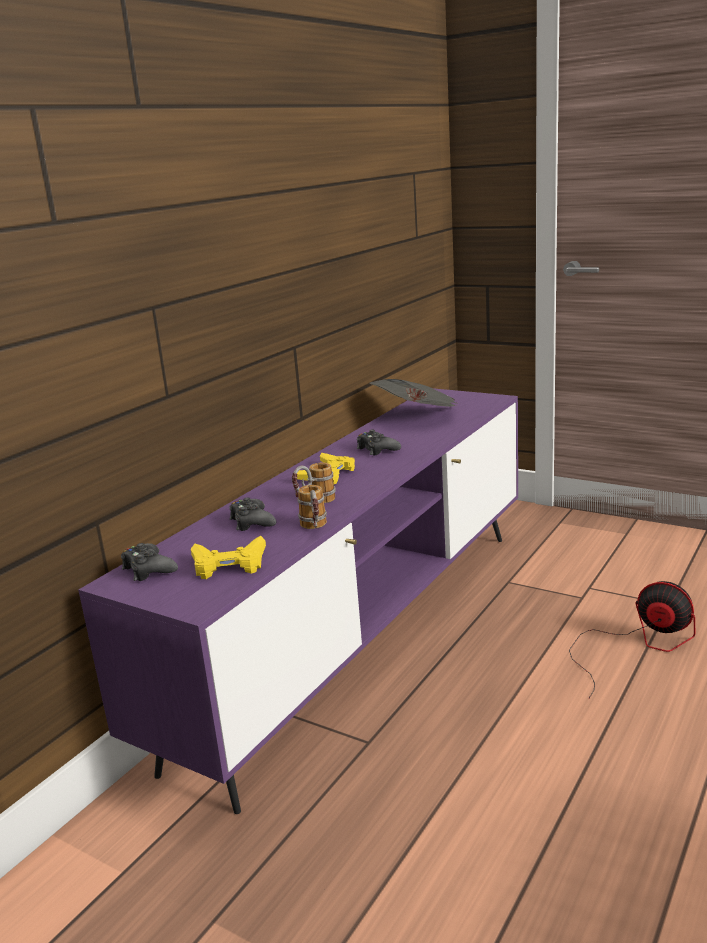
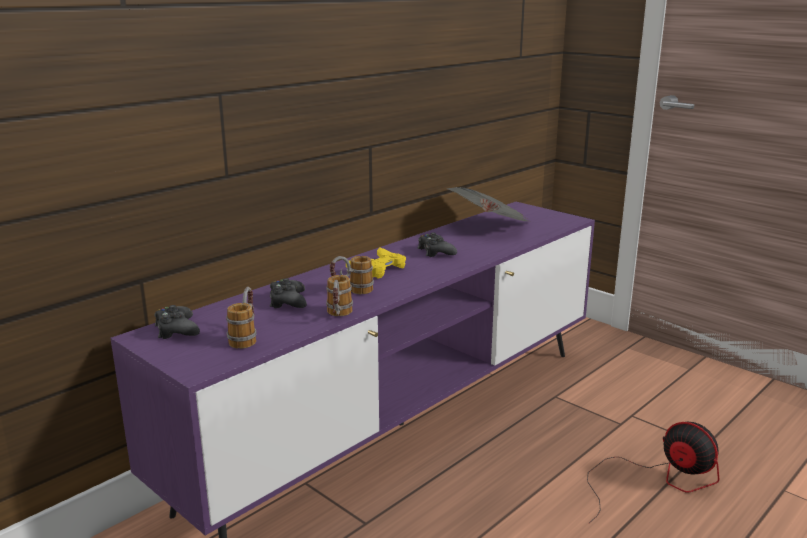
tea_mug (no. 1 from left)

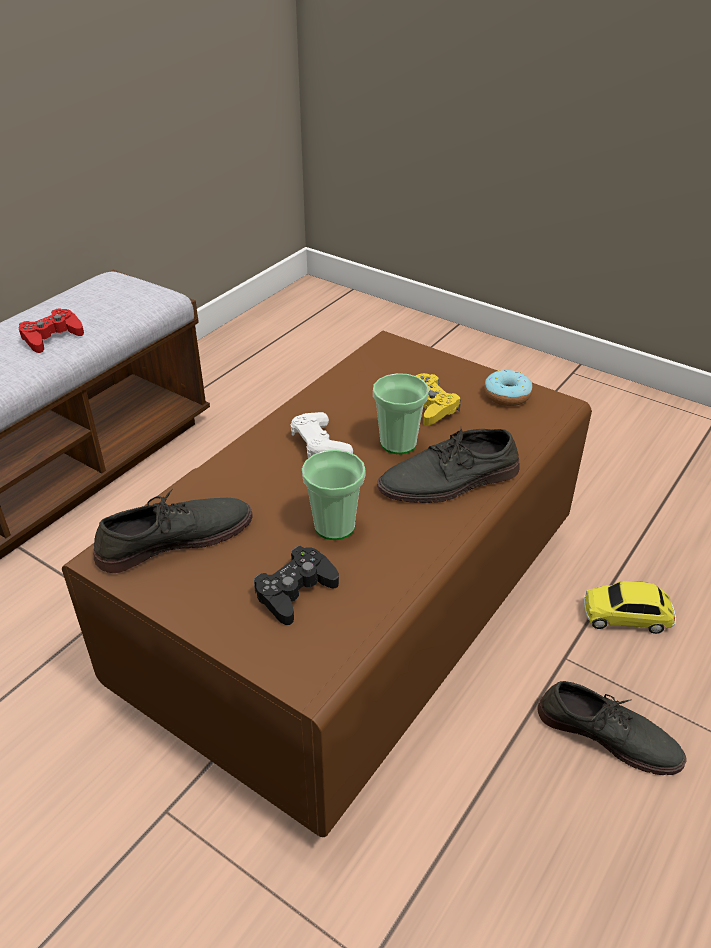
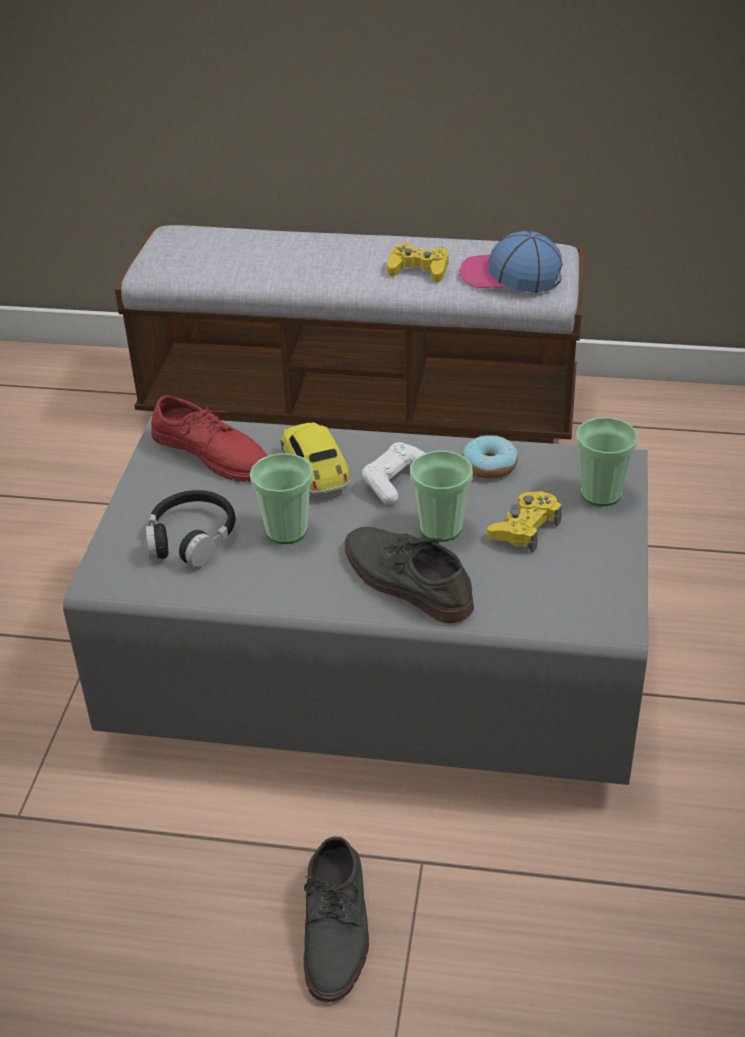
greyish_lounge_table
black-coloured_headset
red-coloured_low_shoe
model_car
yellow-coloured_gamepad (no. 1 from left)
cap
doughnut
cup (no. 3 from left)

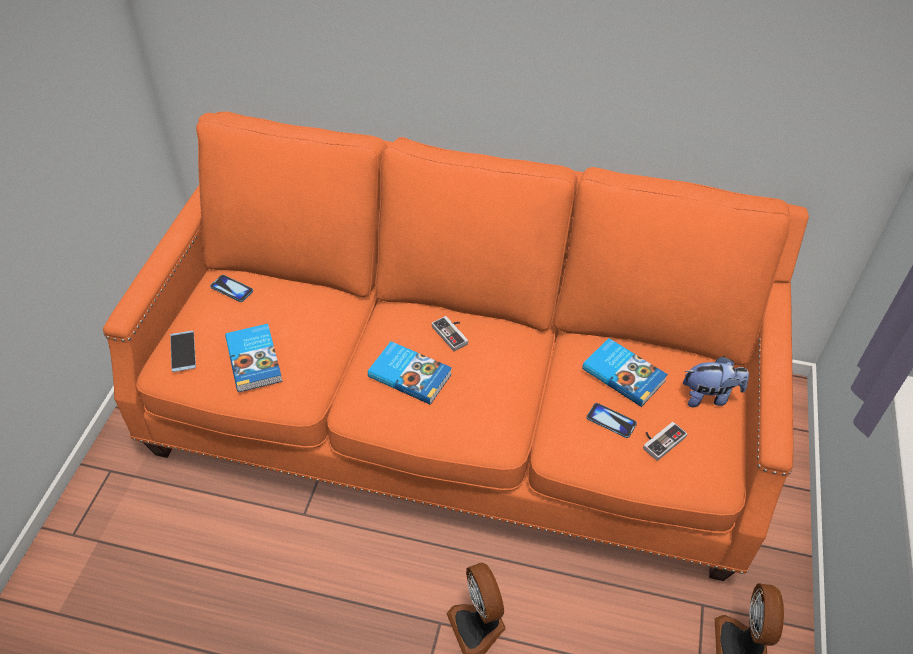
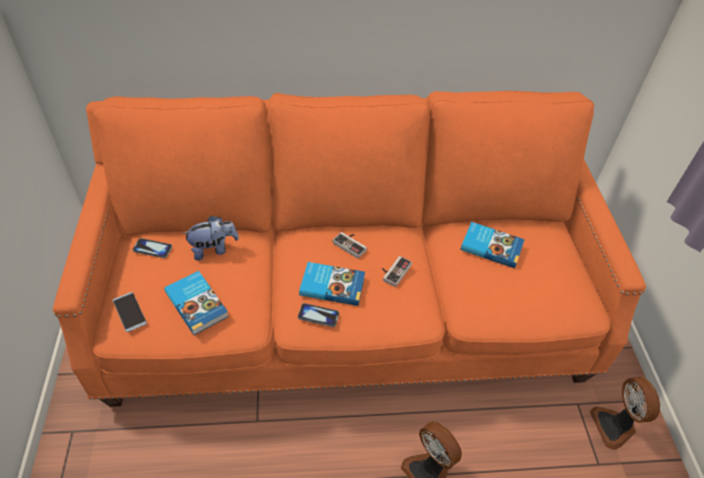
cuddly_toy
phone (no. 3 from left)
gamepad (no. 2 from left)

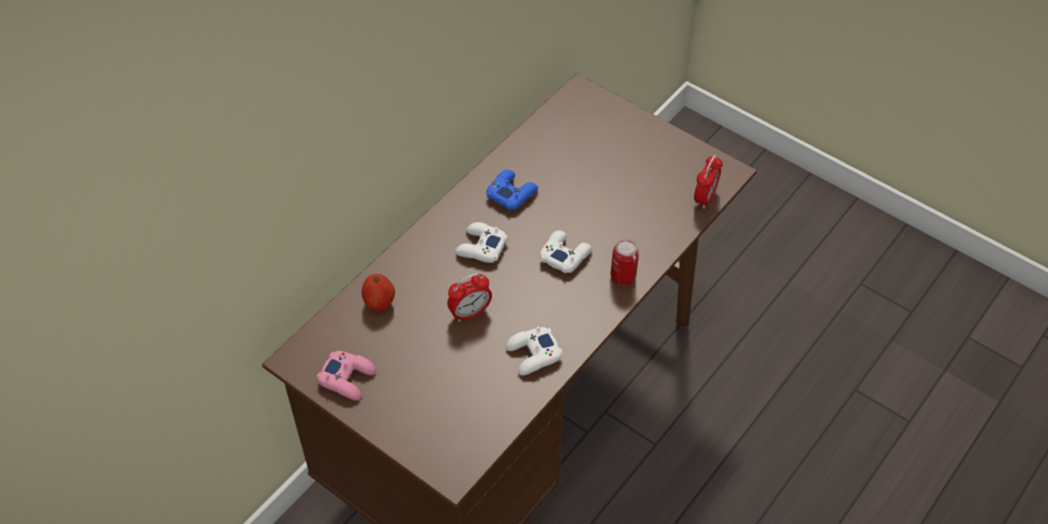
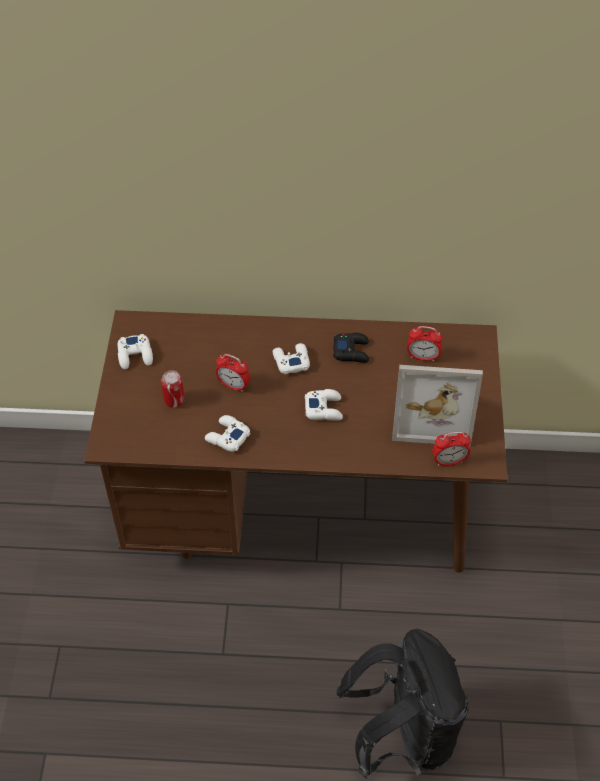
white-coloured_gamepad (no. 1 from left)
can
black-coloured_gamepad
black-coloured_backpack
picture_frame
bedside_clock (no. 2 from left)
whole_apple

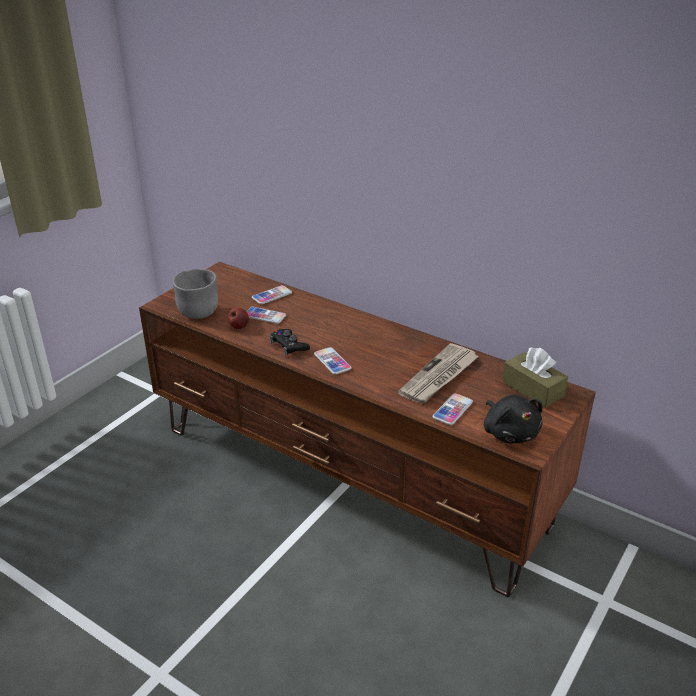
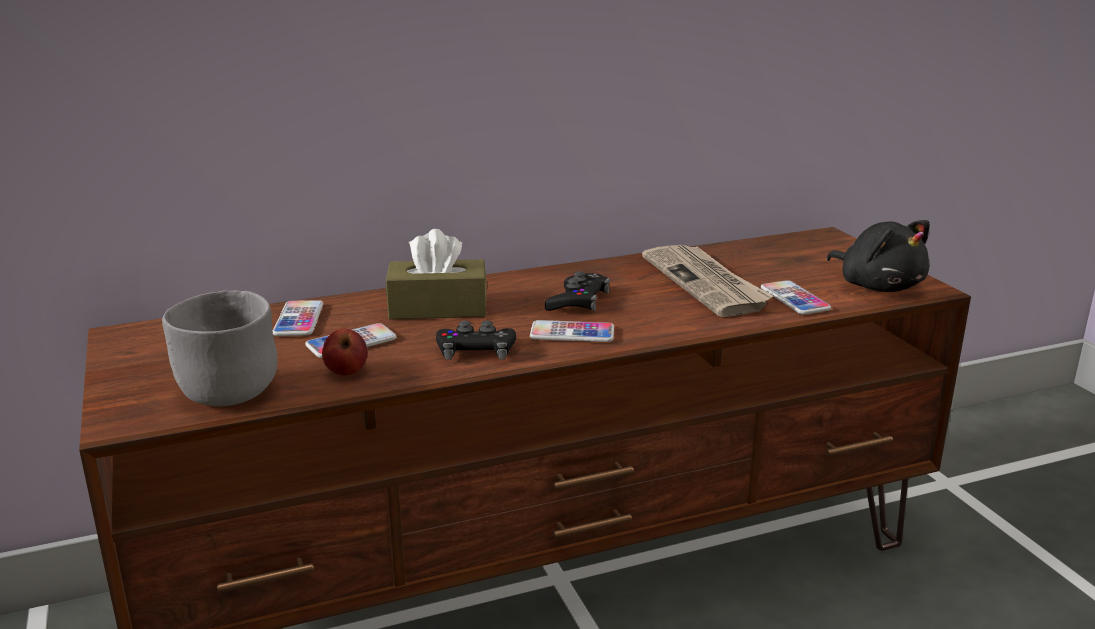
brown_tissue_holder
black-coloured_gamepad (no. 2 from left)
black-coloured_cuddly_toy

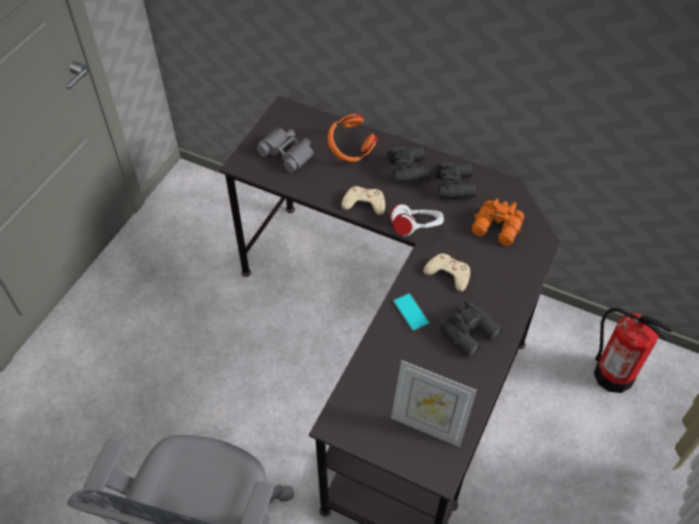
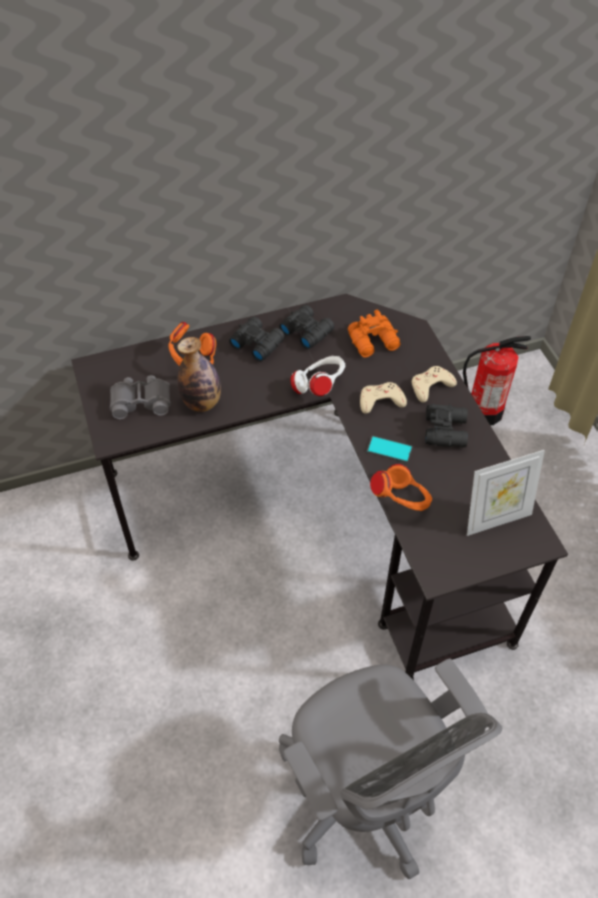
bottle
orange-coloured_headset (no. 2 from left)
beige-coloured_gamepad (no. 2 from left)

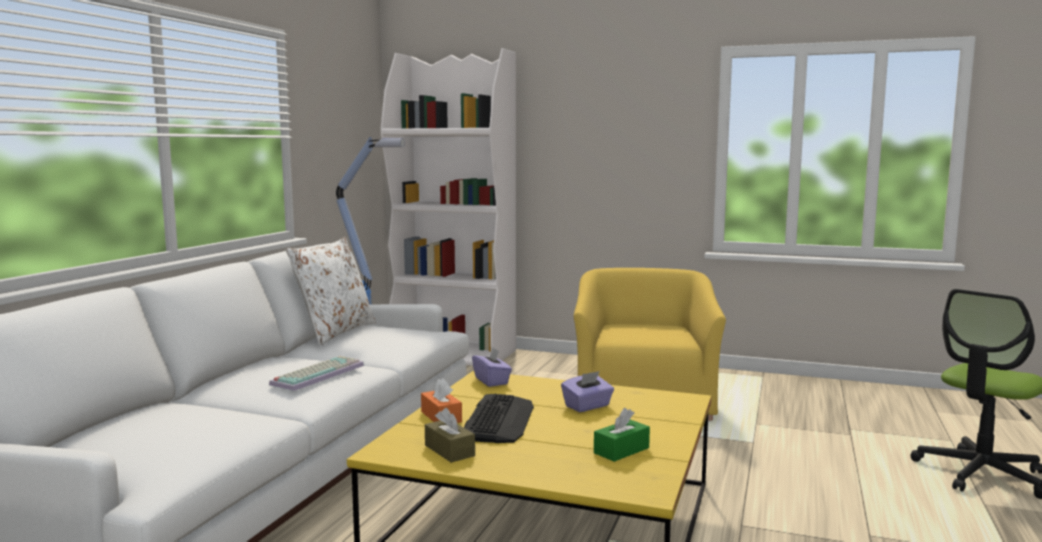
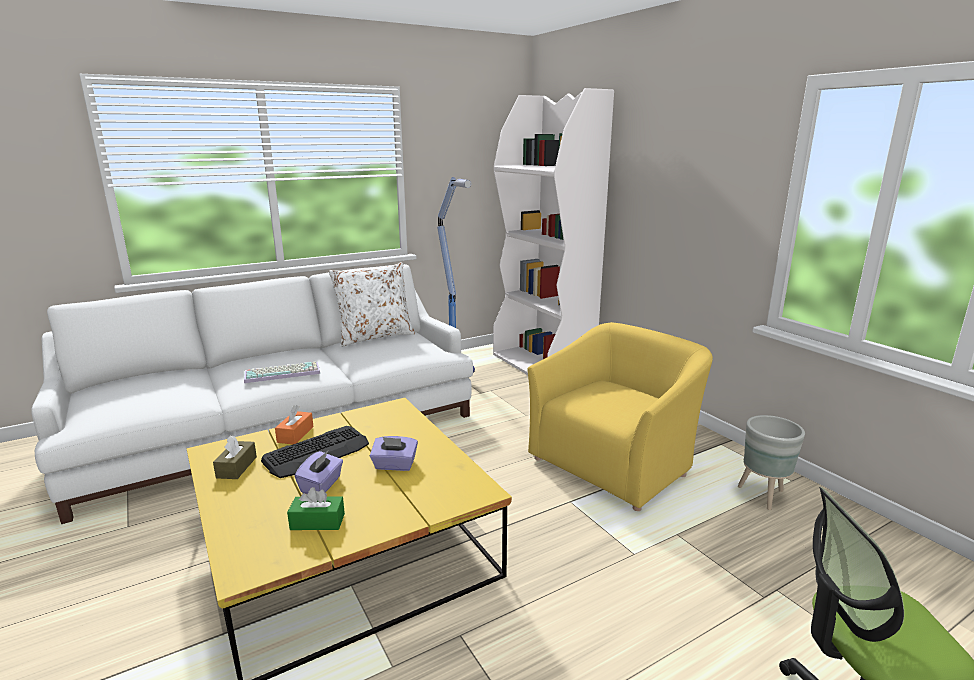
purple-coloured_tissue_holder (no. 1 from left)
greyish_flower_pot

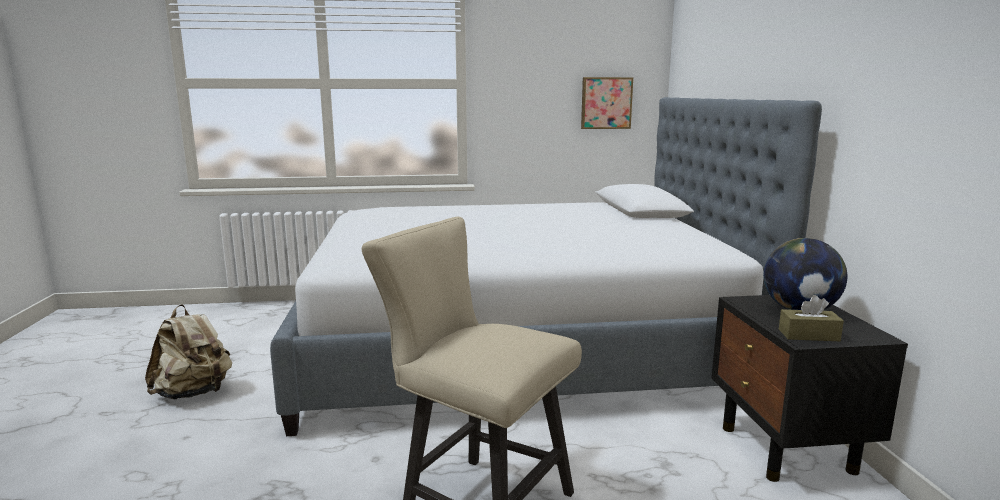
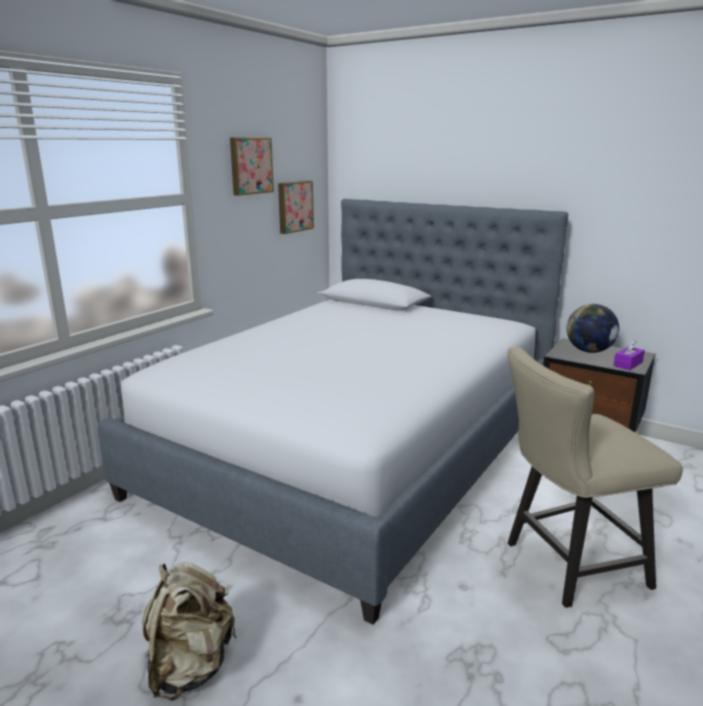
picture (no. 1 from left)
purple-coloured_tissue_holder

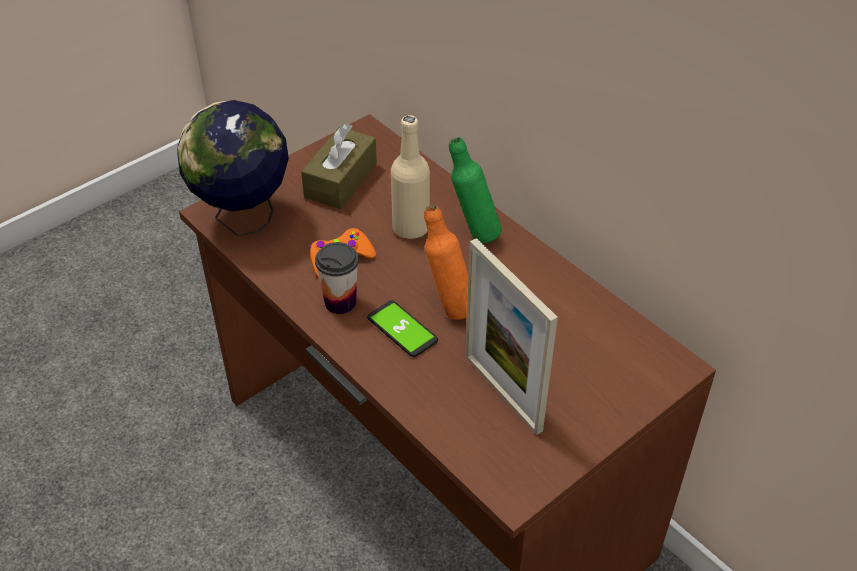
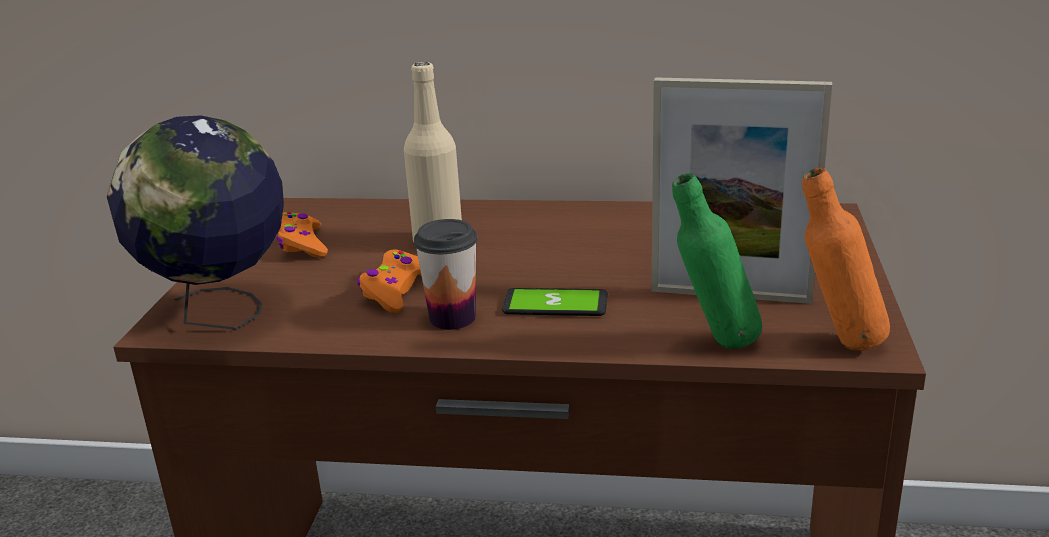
orange-coloured_gamepad (no. 1 from left)
greenish_bottle
orange-coloured_bottle

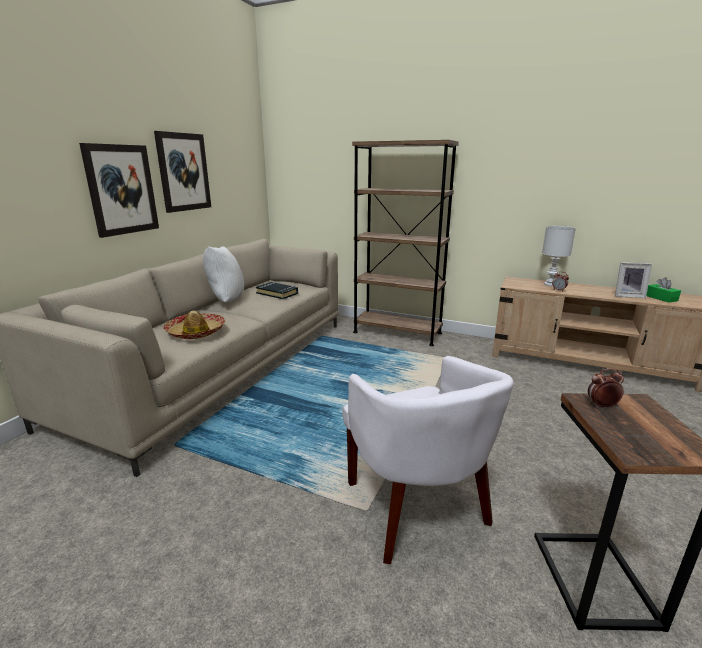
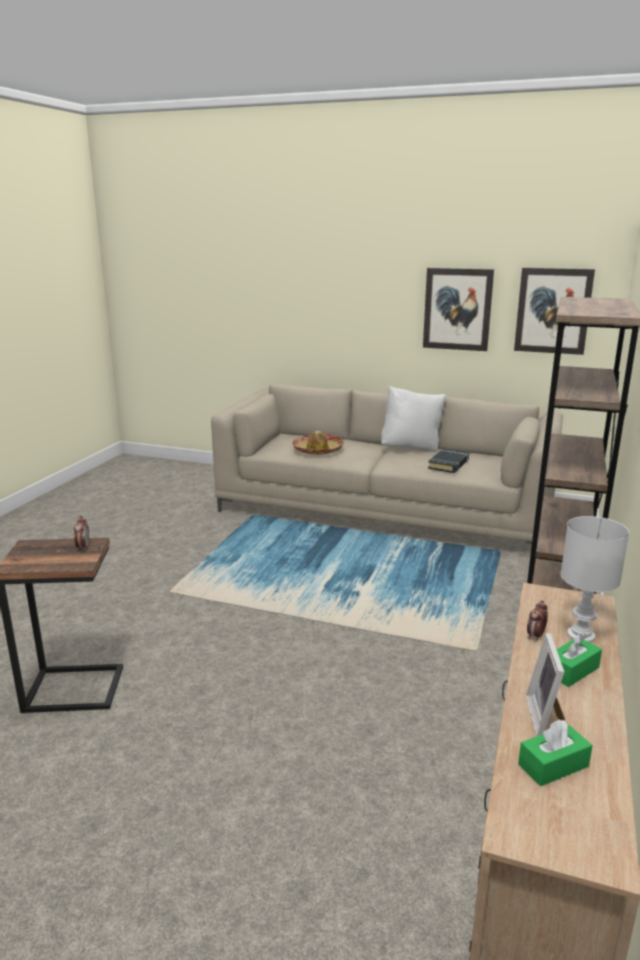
picture (no. 2 from left)
greenish_tissue_holder (no. 2 from left)
white-coloured_lounge_chair

